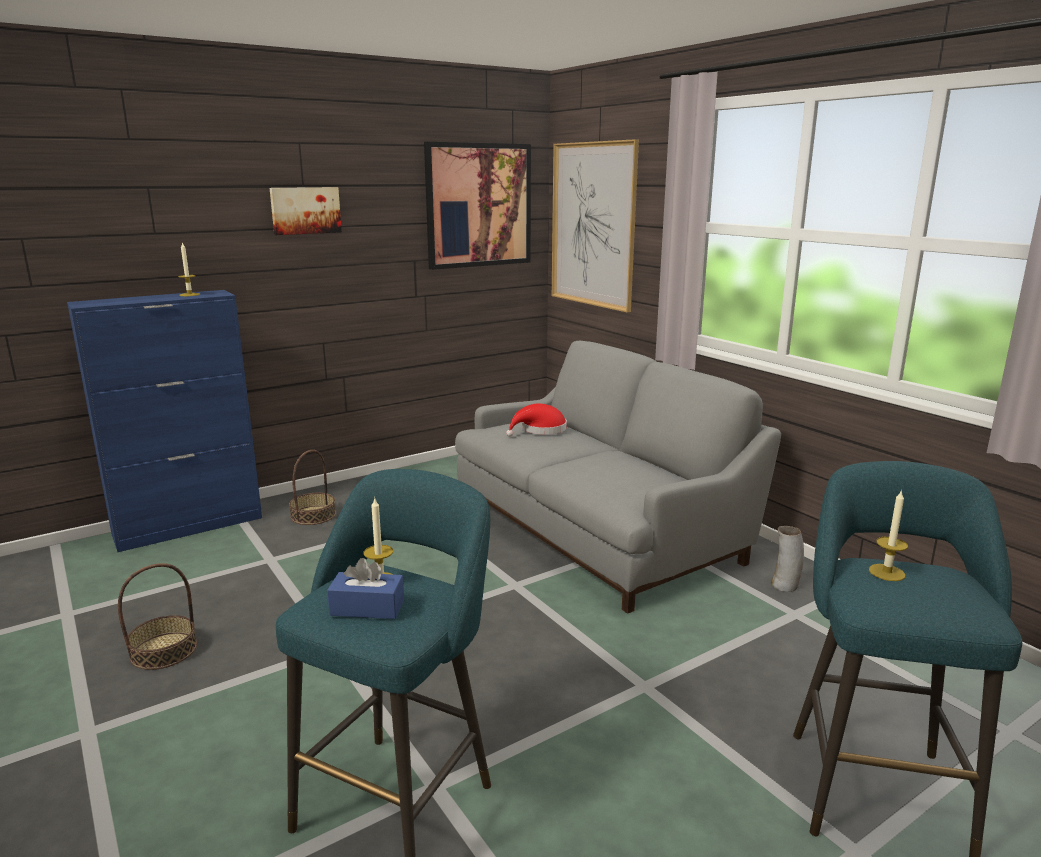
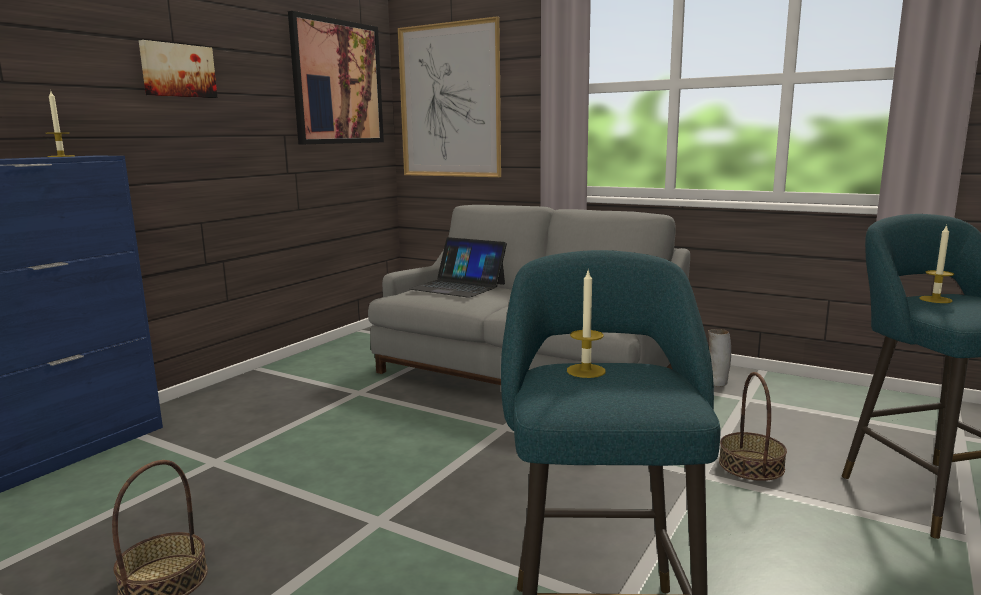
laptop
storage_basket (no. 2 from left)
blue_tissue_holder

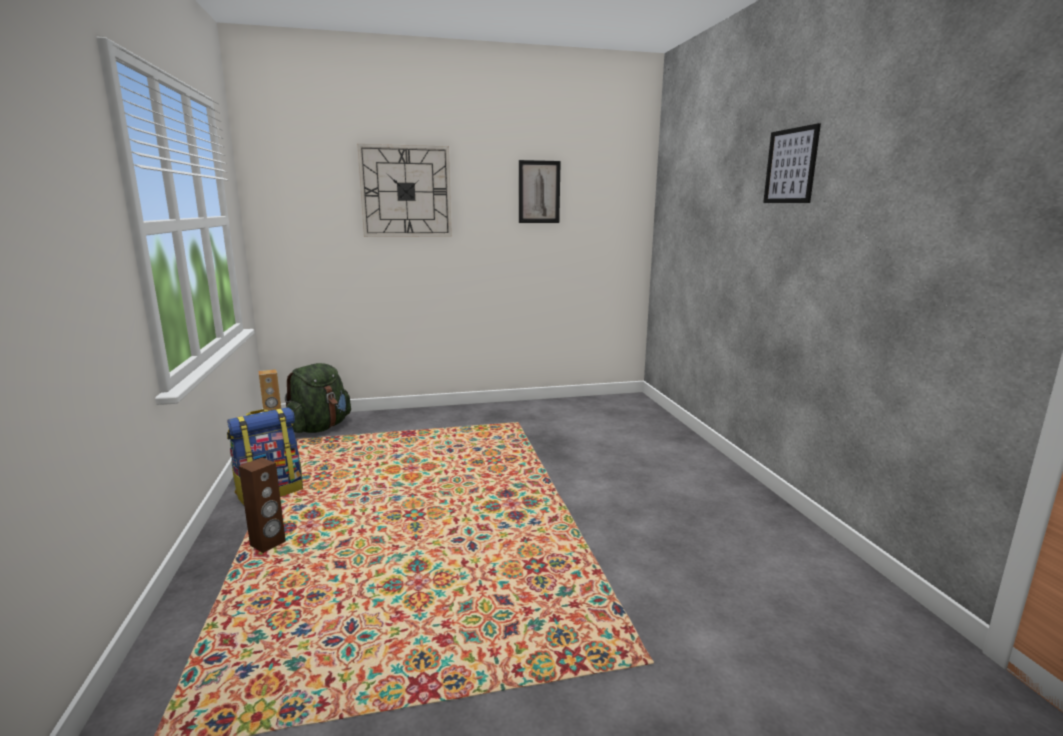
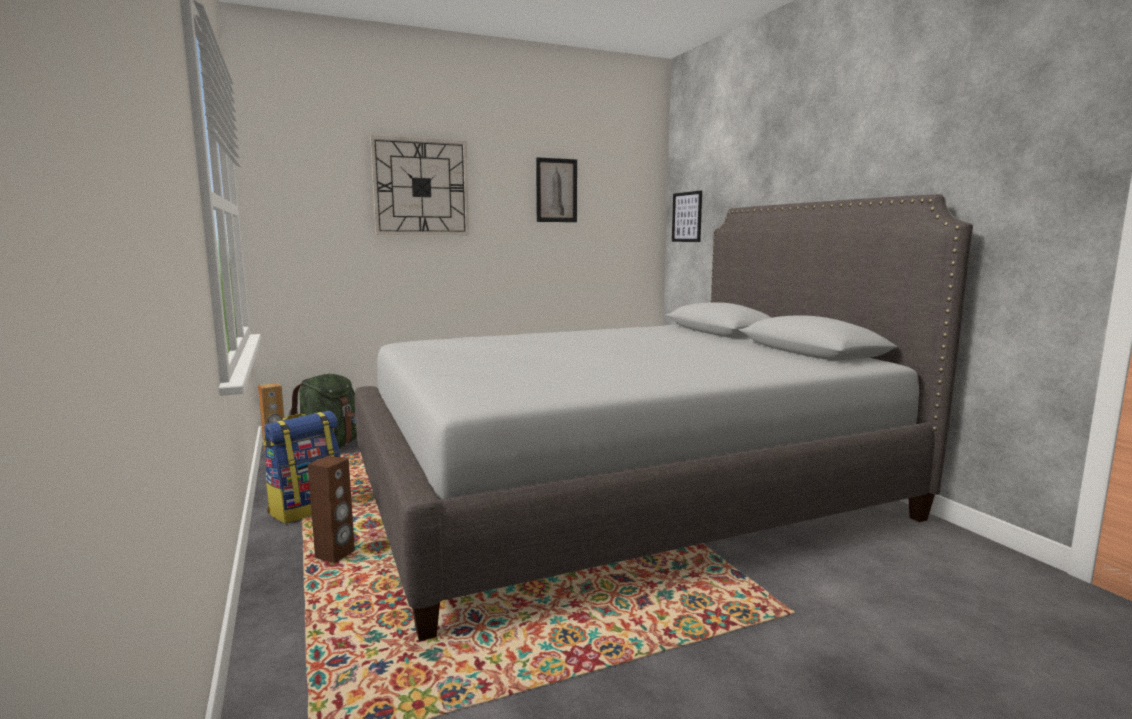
greyish_sleeping_bed
picture (no. 2 from left)

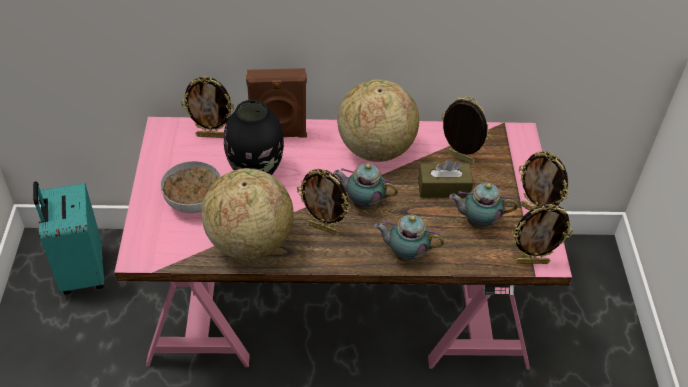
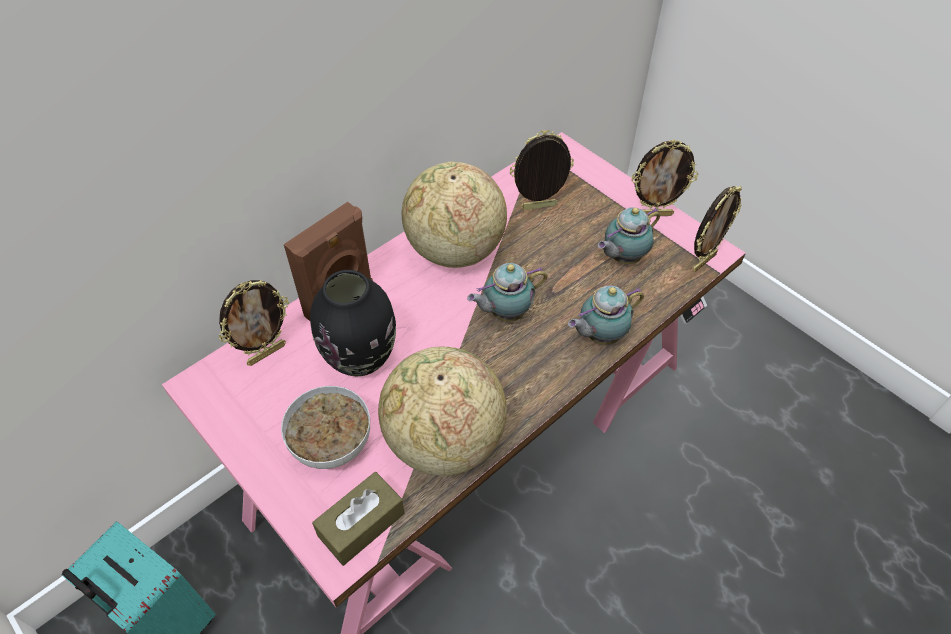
brown_tissue_holder
picture_frame (no. 2 from left in the first image)

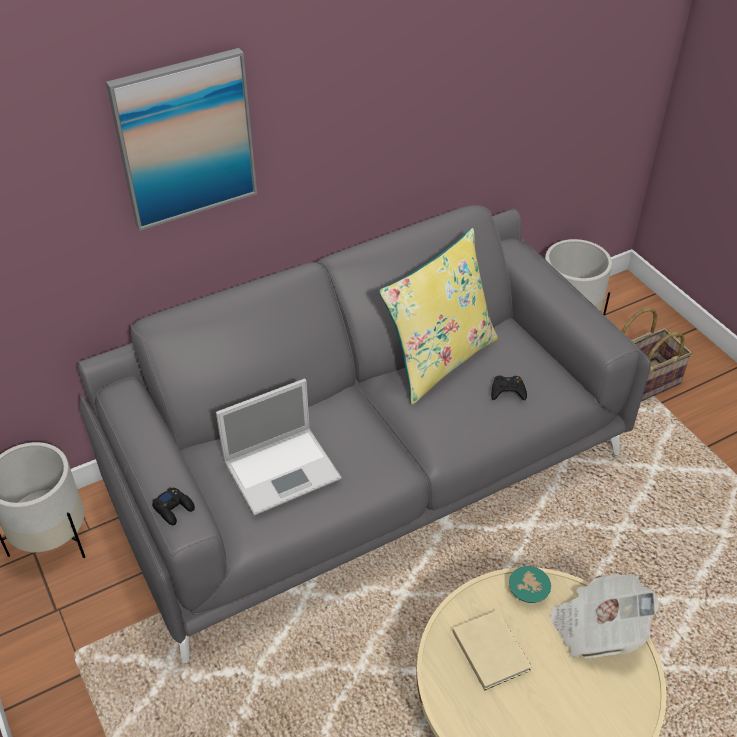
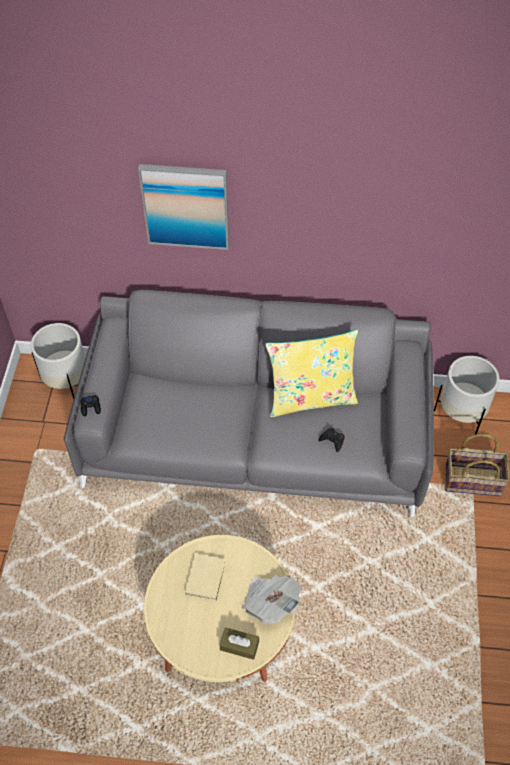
brown_tissue_holder
laptop
blue-green_bowl

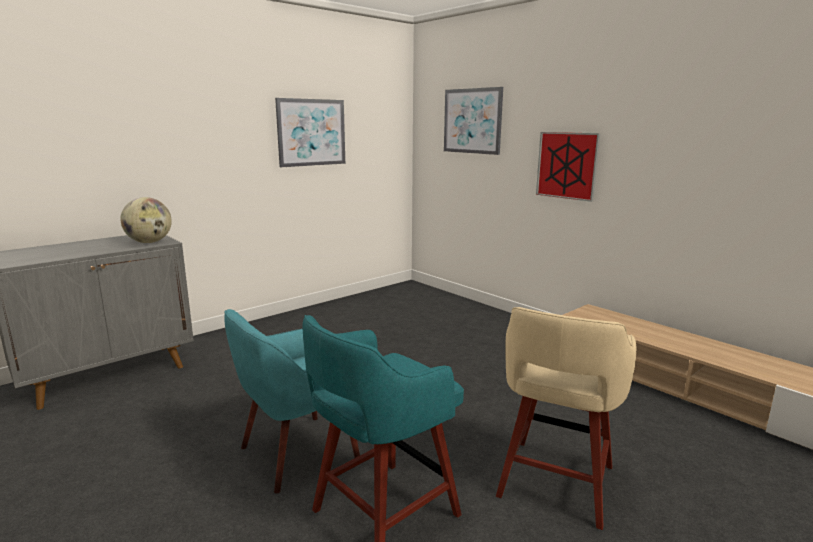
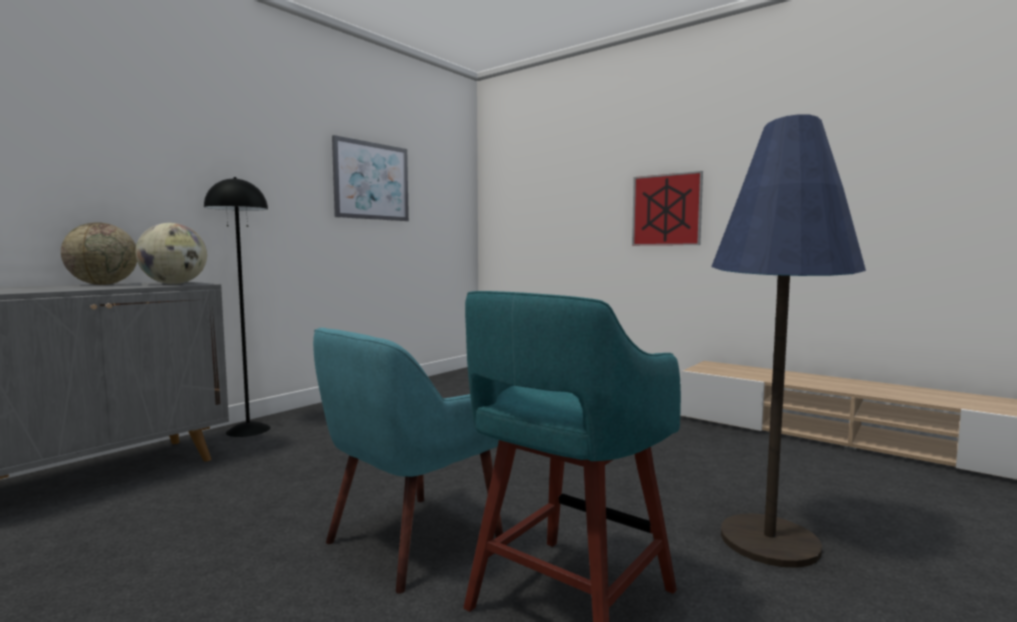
desk_globe (no. 1 from left)
black-coloured_standard_lamp
blue_standard_lamp
picture (no. 2 from left in the first image)

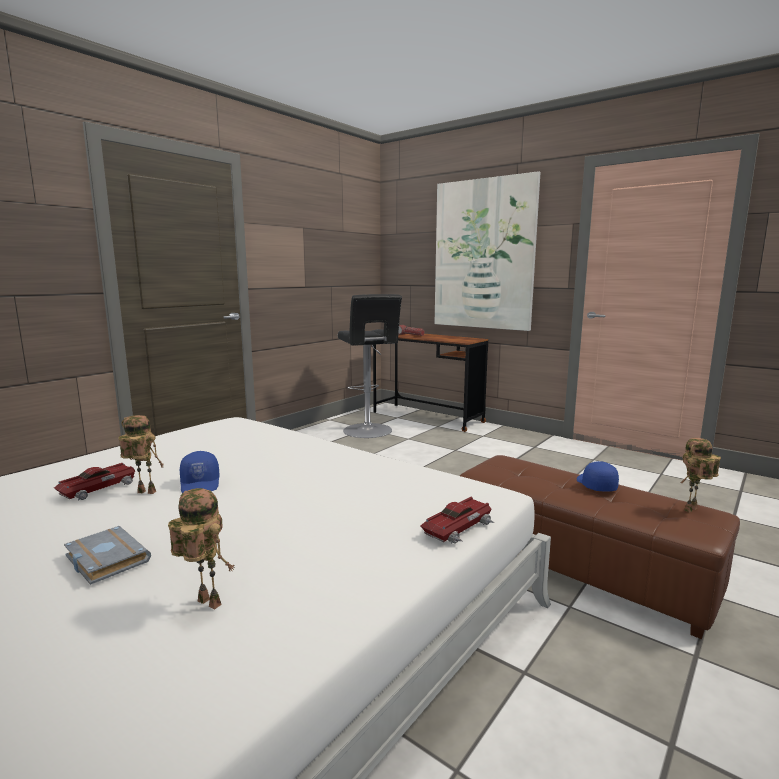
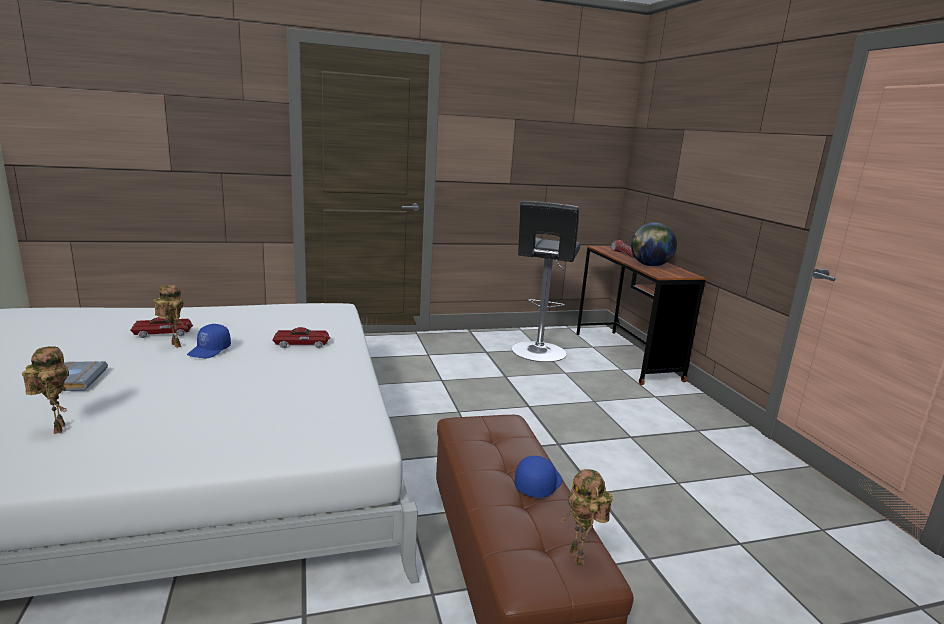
model_car (no. 2 from left)
model_robot (no. 3 from left)
desk_globe
picture

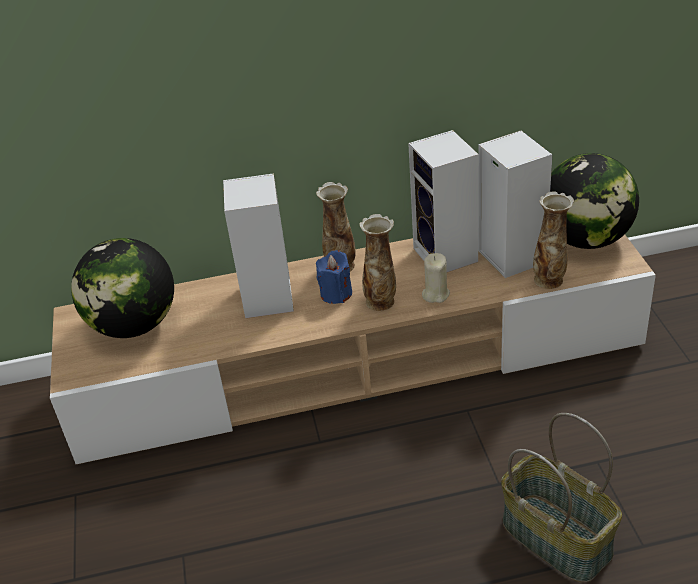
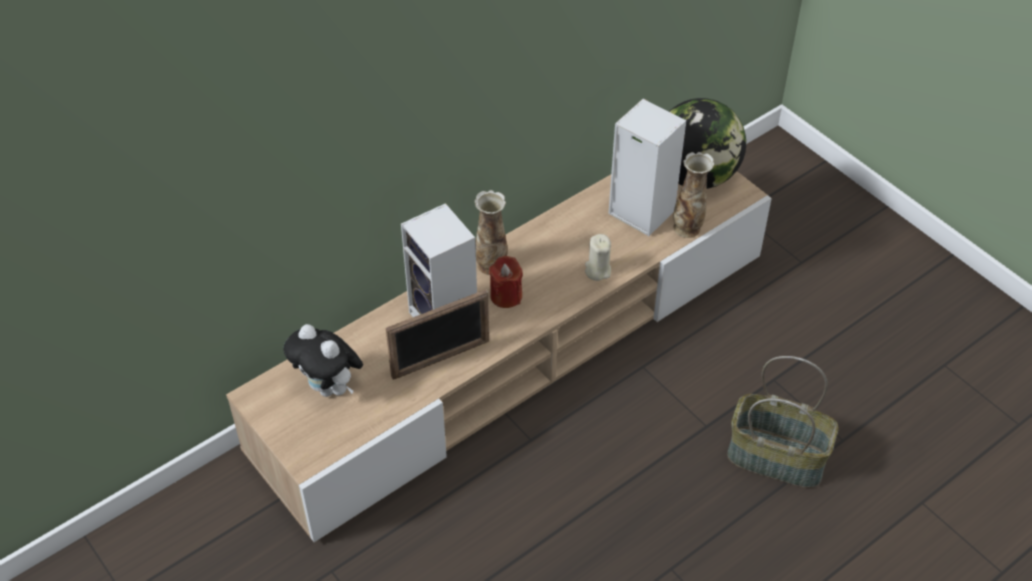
cuddly_toy
picture_frame
red-coloured_candle
flower_vase (no. 2 from left in the first image)
speaker (no. 2 from left in the first image)

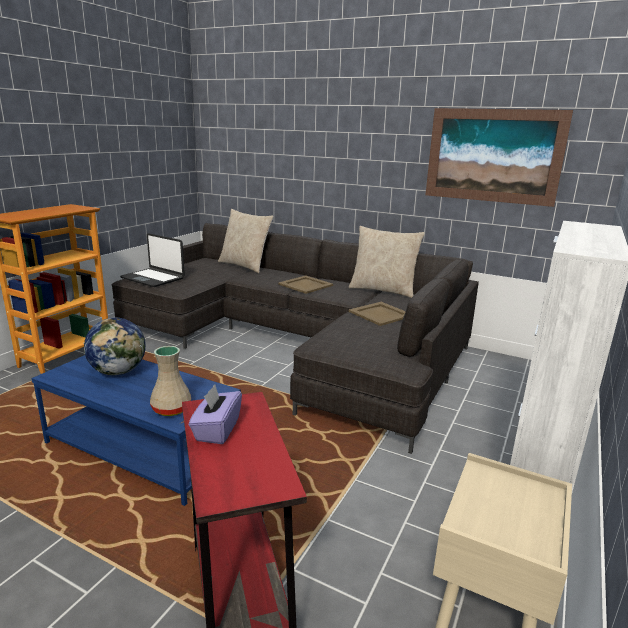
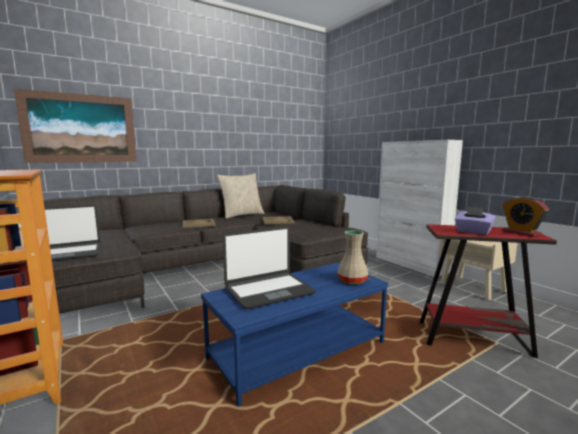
picture
laptop (no. 2 from left)
bedside_clock
beige-coloured_pillow (no. 1 from left in the first image)

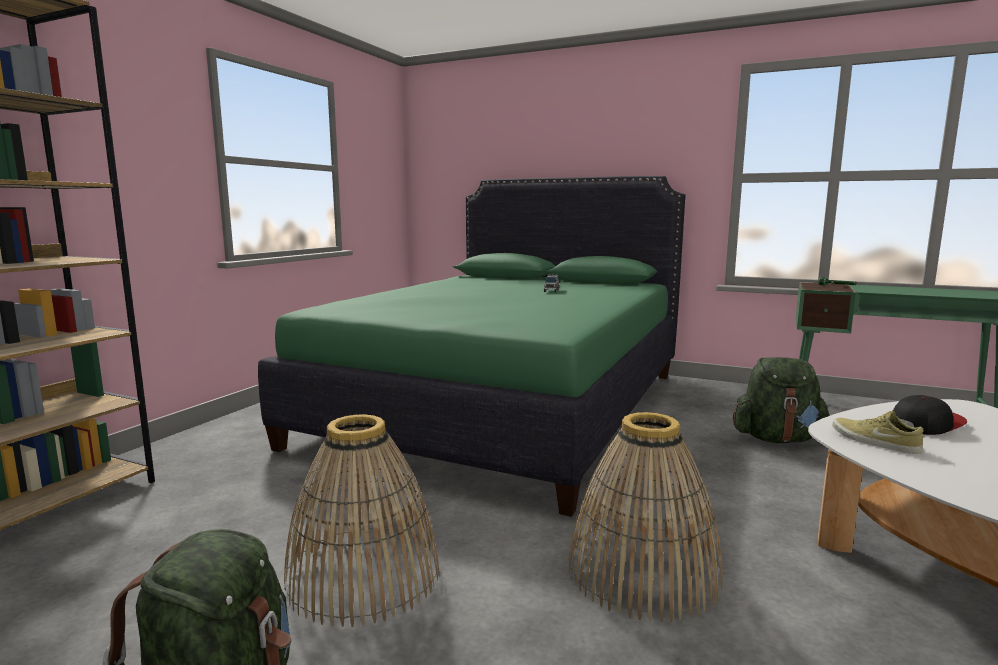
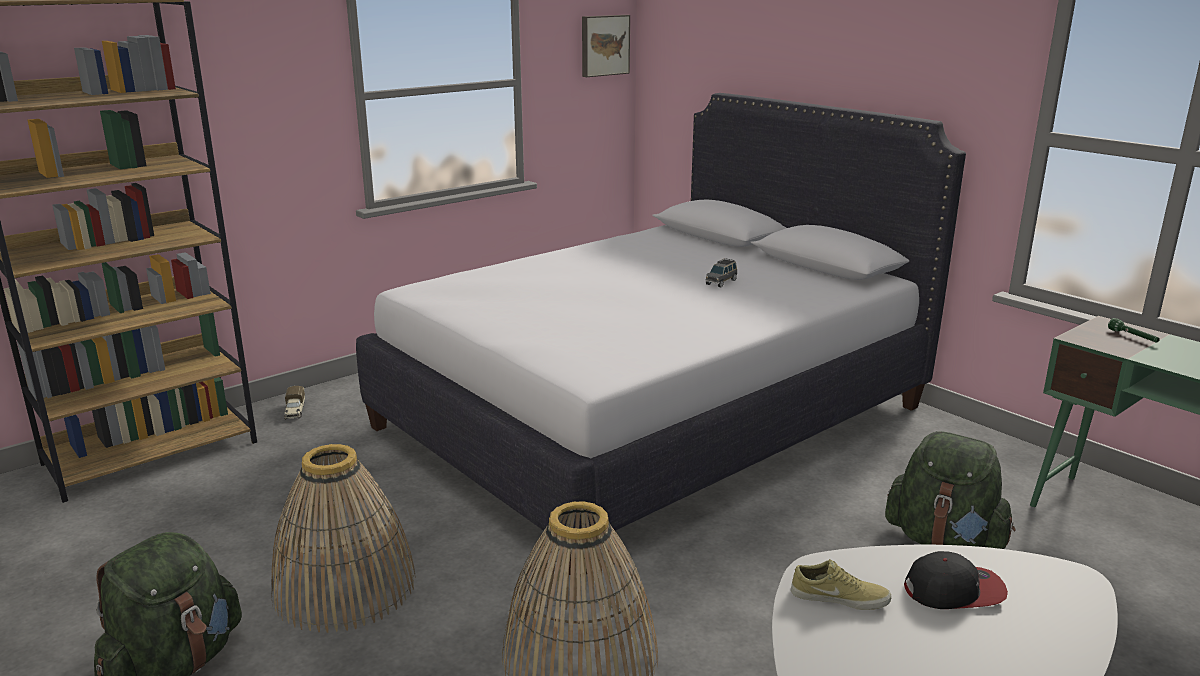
toy_lorry
white-coloured_sleeping_bed
picture
beige-coloured_low_shoe

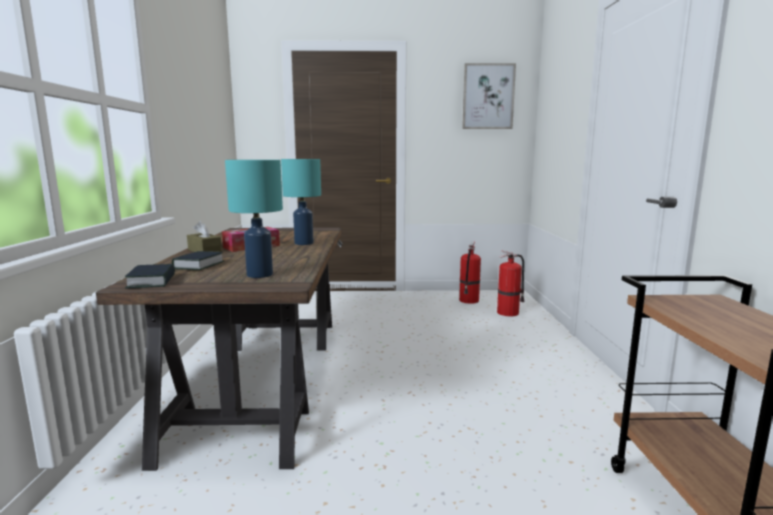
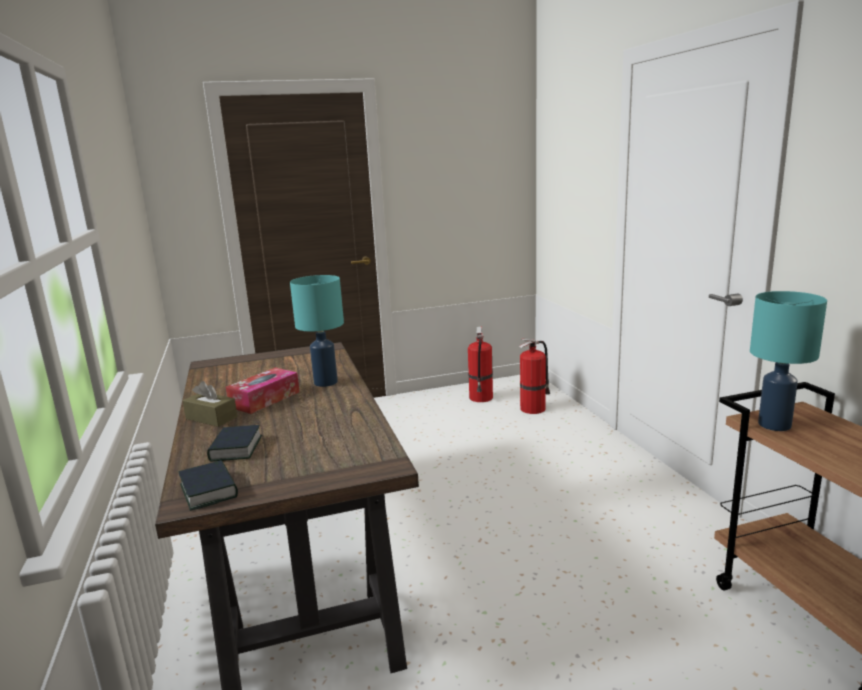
blue-green_tabletop_lamp (no. 2 from left)
picture

